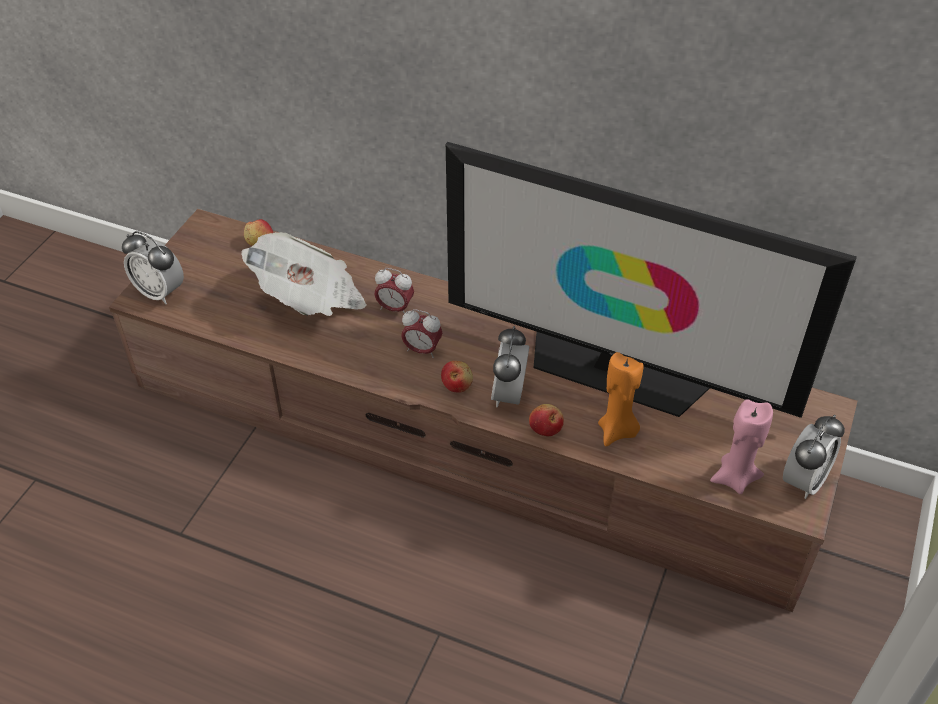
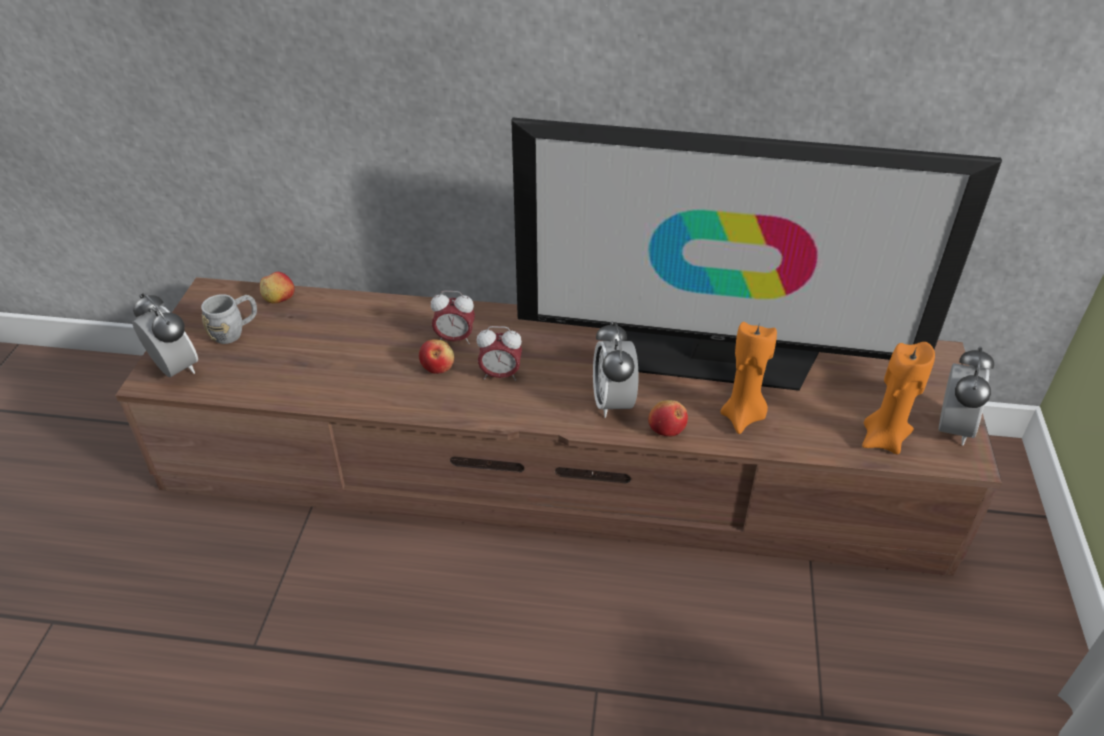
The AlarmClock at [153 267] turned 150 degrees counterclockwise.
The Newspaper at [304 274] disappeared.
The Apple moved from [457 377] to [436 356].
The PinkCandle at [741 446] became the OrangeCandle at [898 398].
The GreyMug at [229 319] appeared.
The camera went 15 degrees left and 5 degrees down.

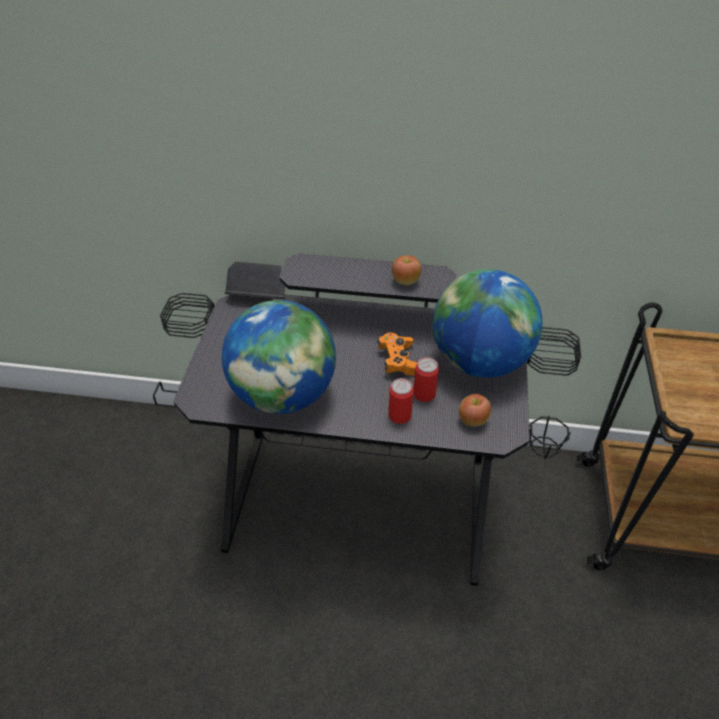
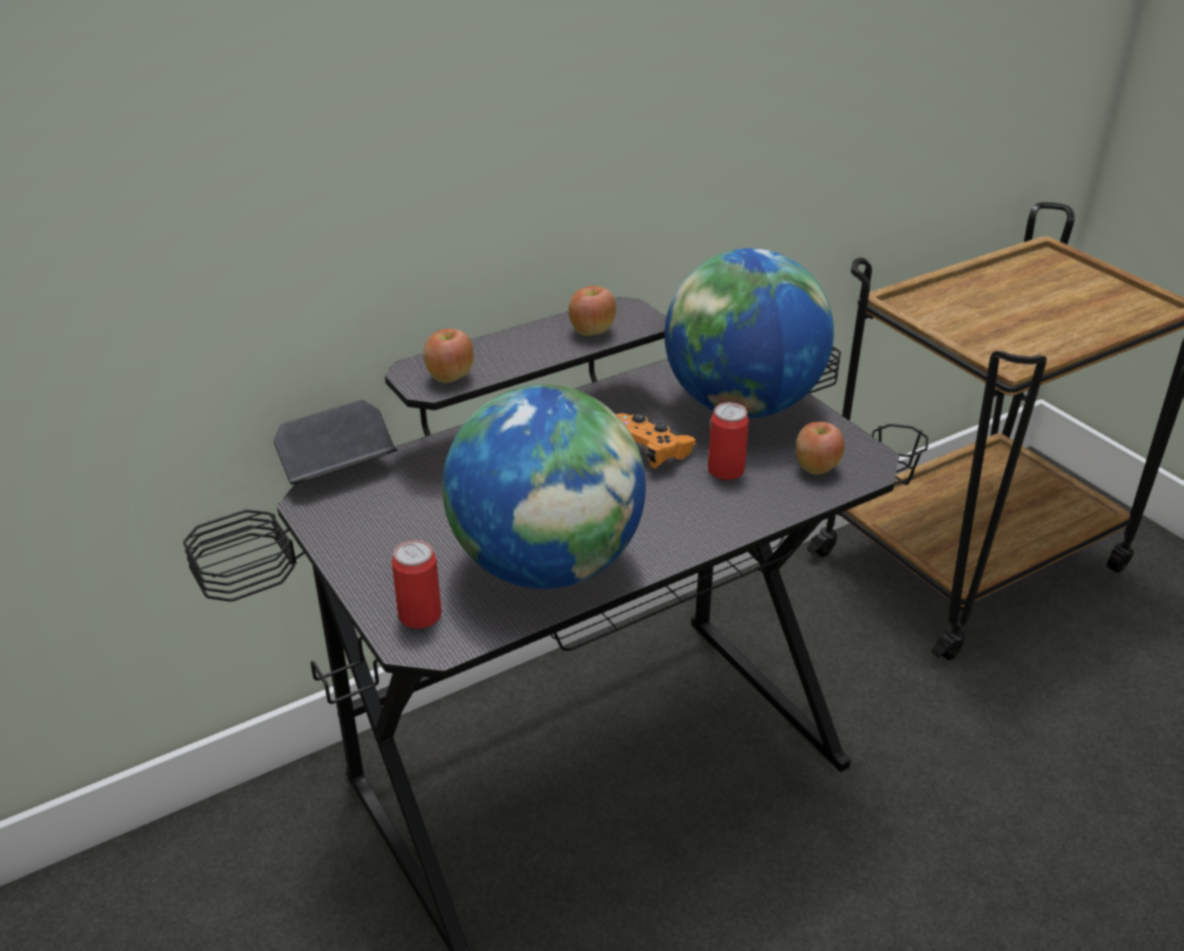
The Can moved from [401 401] to [417 584].
The Apple at [449 356] appeared.
The camera went 40 degrees left and 10 degrees down.

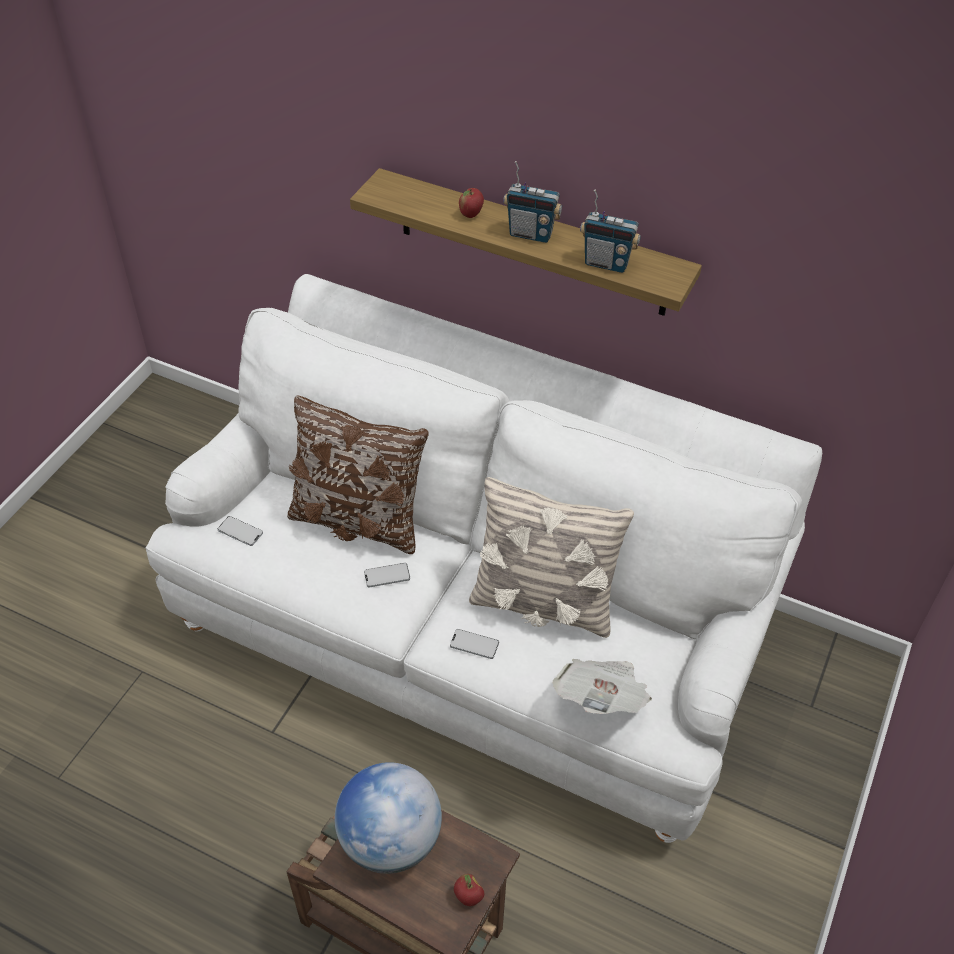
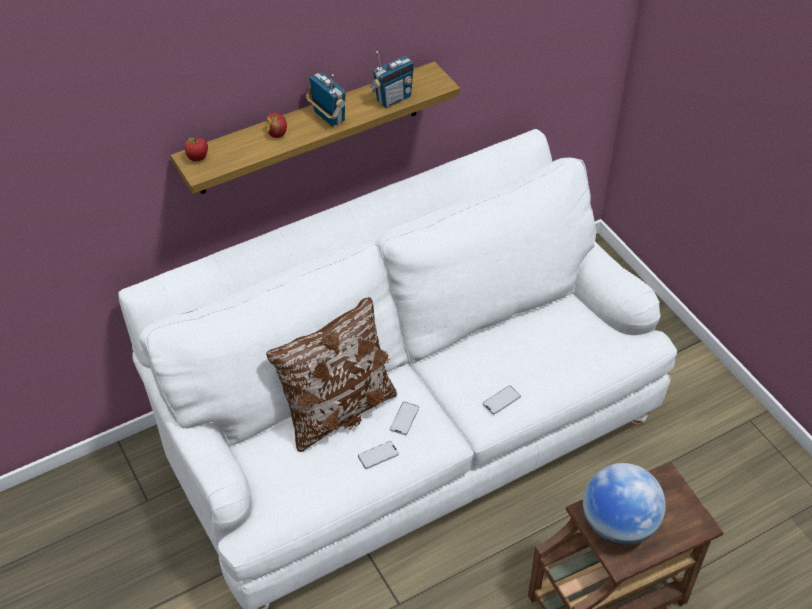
The Radio at [532 202] turned 90 degrees counterclockwise.
The BeigePillow at [551 557] disappeared.
The Phone moved from [240 531] to [378 455].
The Newspaper at [602 686] disappeared.
The Apple moved from [469 890] to [196 149].
The camera went 55 degrees left and 0 degrees up.

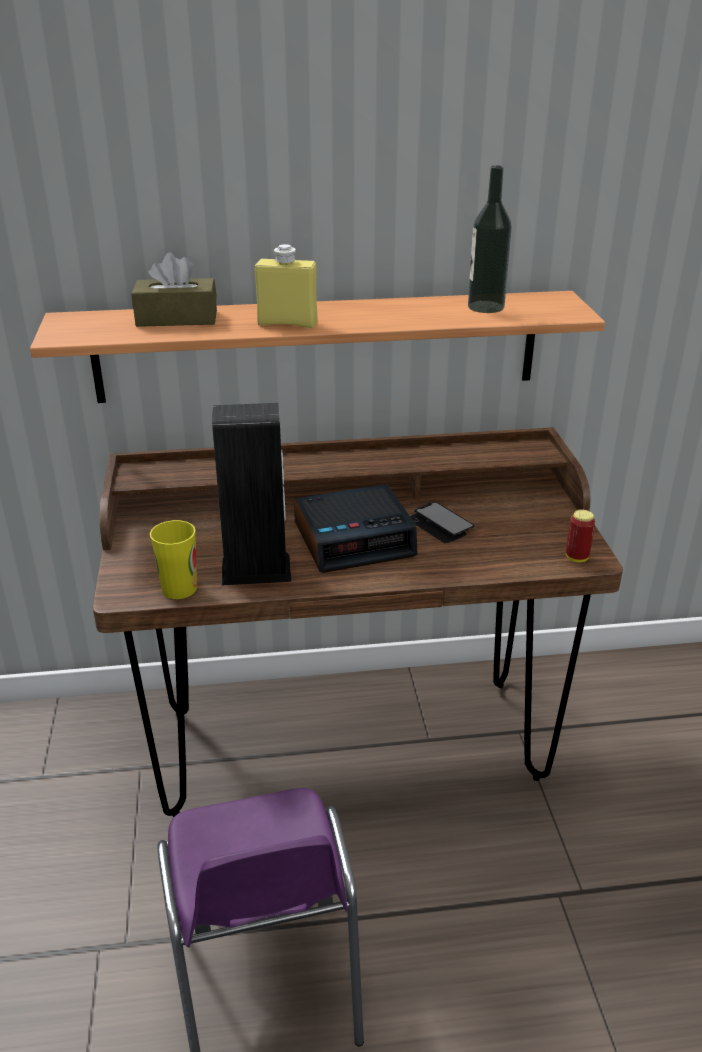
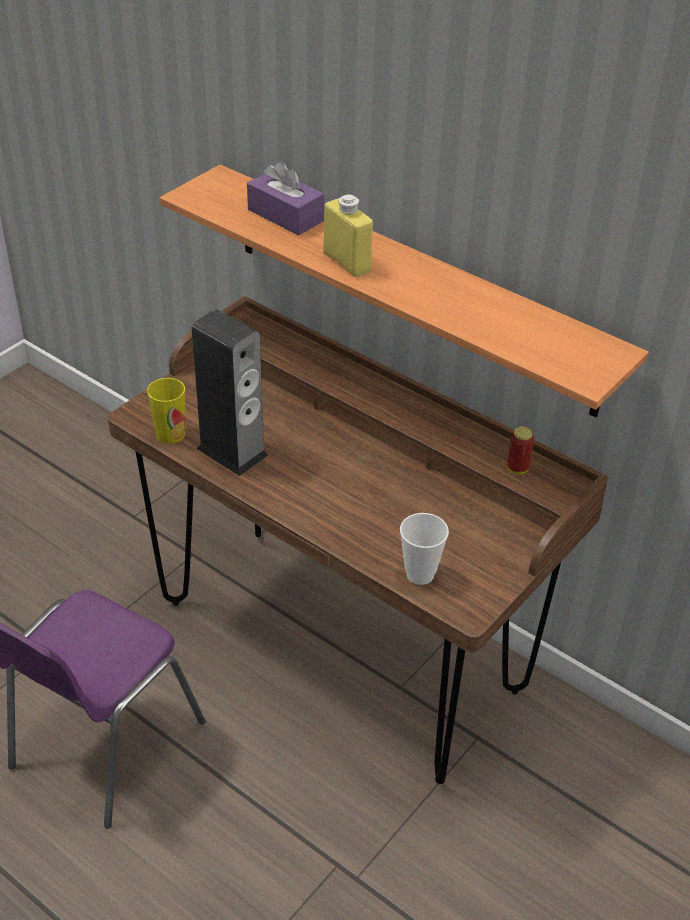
The Bottle at [490 239] disappeared.
The BrownTissueBox at [174 290] became the PurpleTissueBox at [286 198].
The AlarmClock at [356 528] disappeared.
The Phone at [442 522] disappeared.
The Can moved from [580 536] to [520 450].
The Cup at [424 549] appeared.
The camera went 45 degrees right and 10 degrees up.

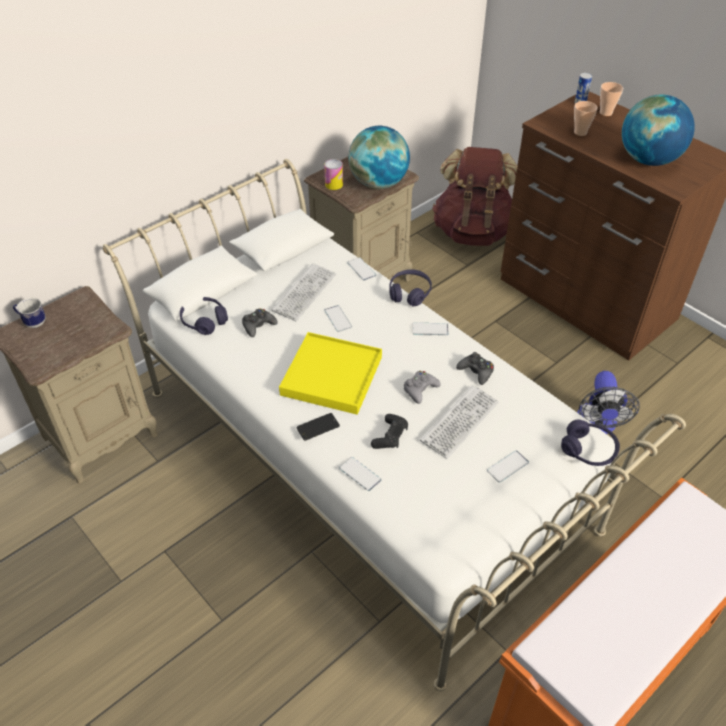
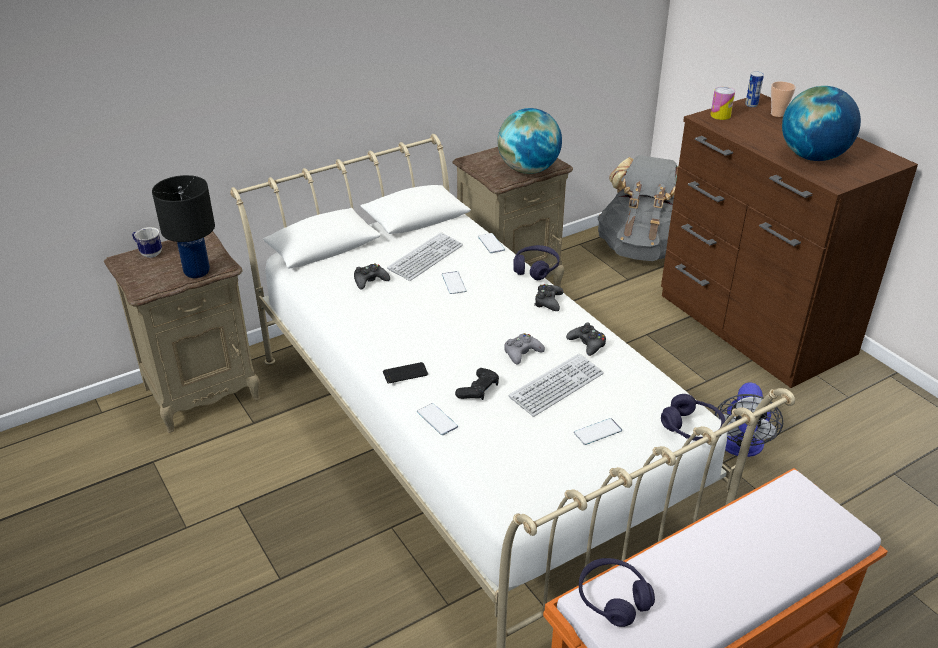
The Cup at [586 118] disappeared.
The BrownBackpack at [474 196] became the GreyBackpack at [638 208].
The Can moved from [333 174] to [723 103].
The PurpleHeadphones moved from [204 316] to [617 592].
The Phone at [430 329] was replaced by the BlackGameController at [549 297].
The YellowTray at [330 373] disappeared.
The BlackTableLamp at [183 226] appeared.
The camera went 10 degrees right and 10 degrees down.

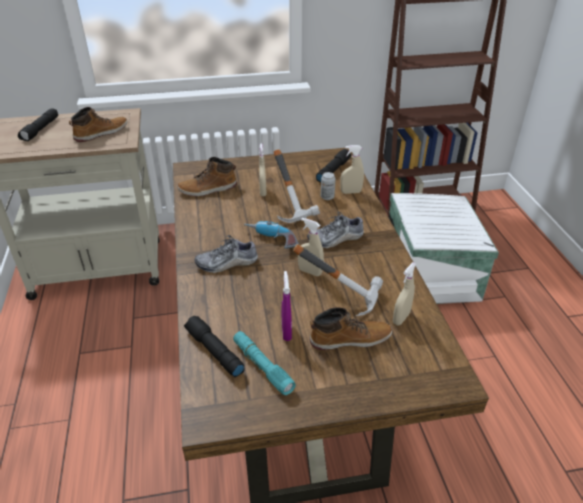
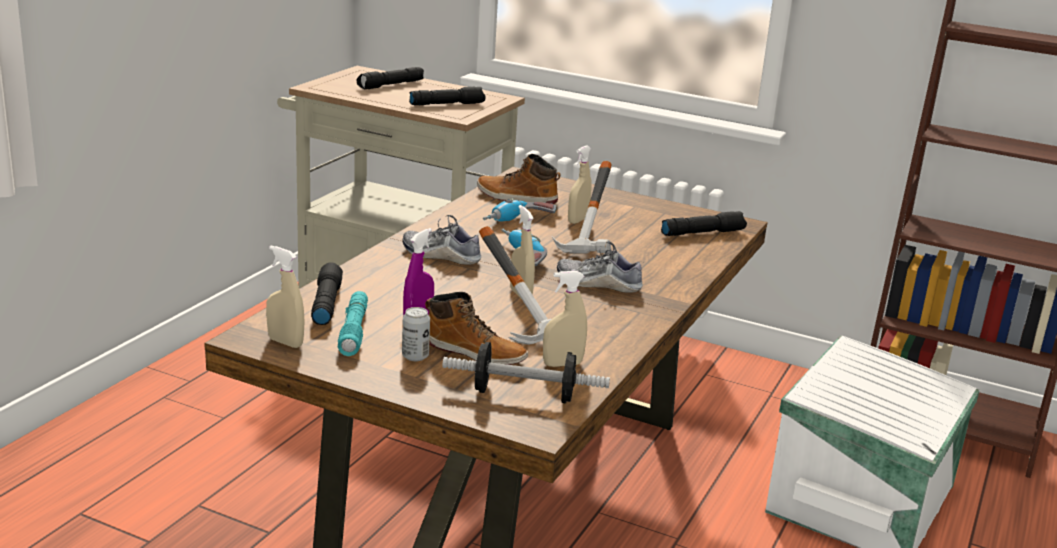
The Boot at [98 124] was replaced by the BlackFlashlight at [447 96].
The BeigeSprayBottle moved from [352 169] to [285 296].
The Can moved from [328 186] to [416 334].
The PowerDrill at [519 210] appeared.
The Dumbbell at [526 373] appeared.
The camera went 35 degrees right and 15 degrees down.

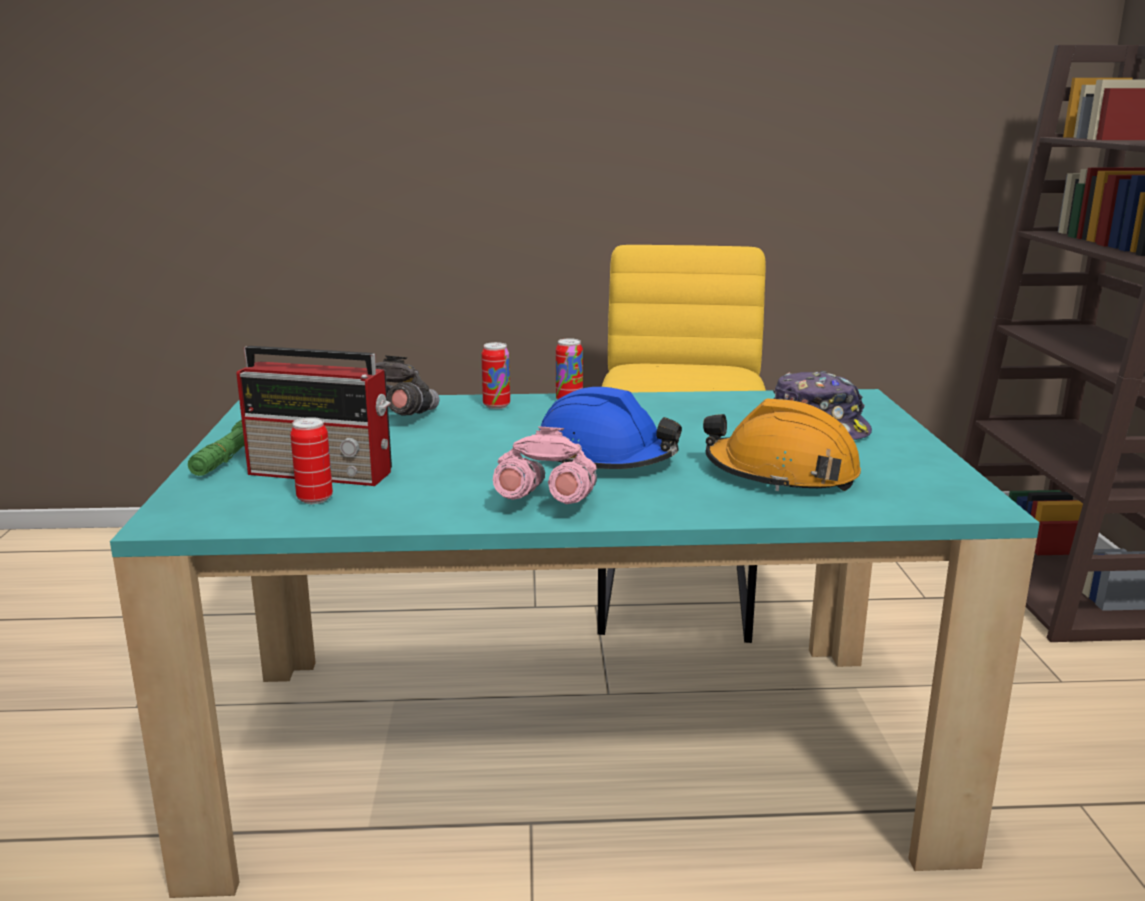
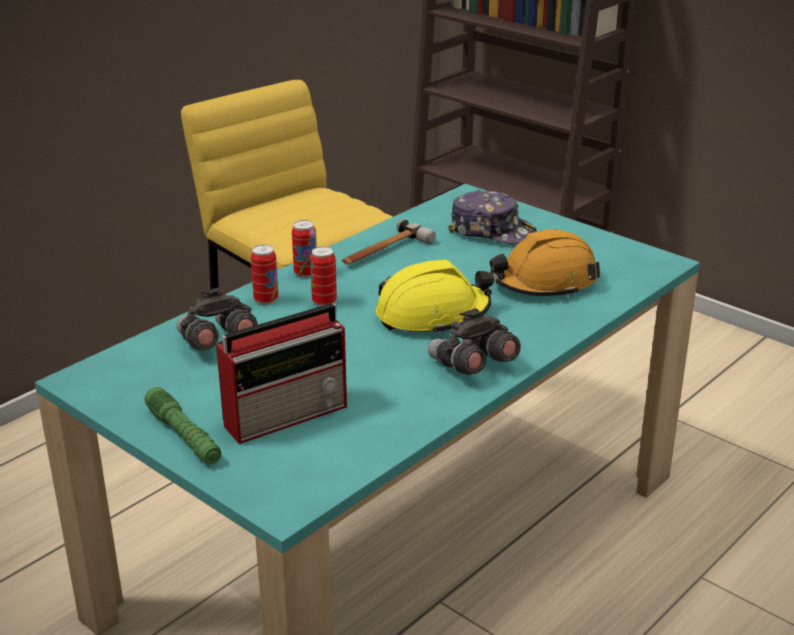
The BlueHardHat at [611 428] became the YellowHardHat at [435 297].
The Can moved from [311 460] to [323 276].
The PinkBinoculars at [545 465] became the GreyBinoculars at [474 341].
The Hammer at [389 242] appeared.
The camera went 45 degrees left and 10 degrees up.

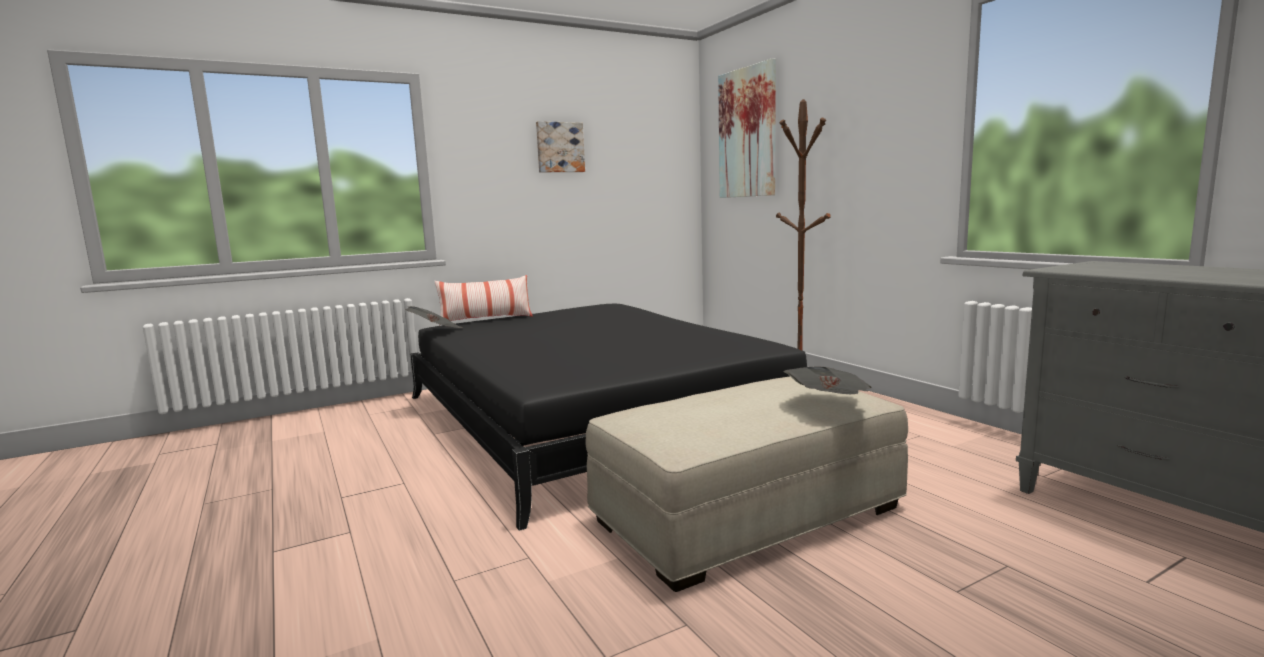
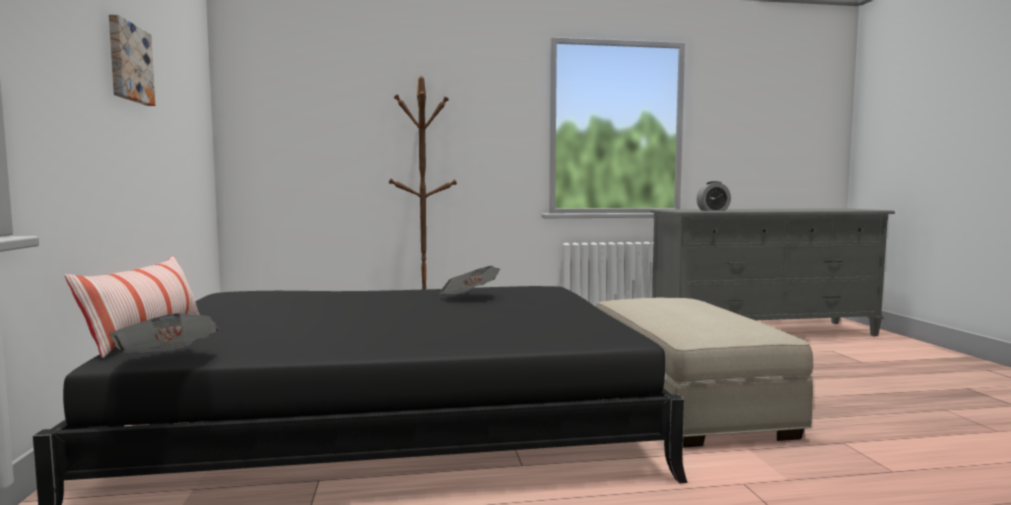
The Picture at [747 128] disappeared.
The Newspaper moved from [827 380] to [469 280].
The AlarmClock at [713 196] appeared.
The camera went 70 degrees left and 5 degrees down.

